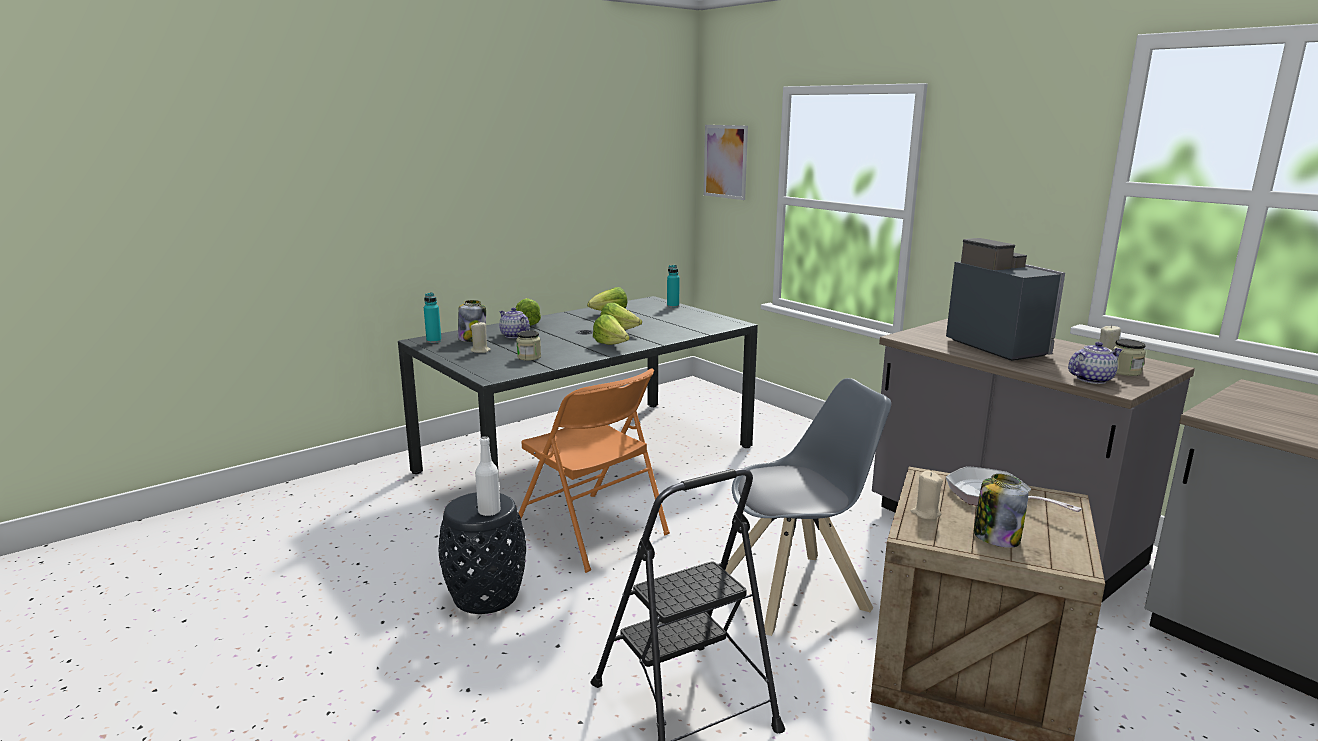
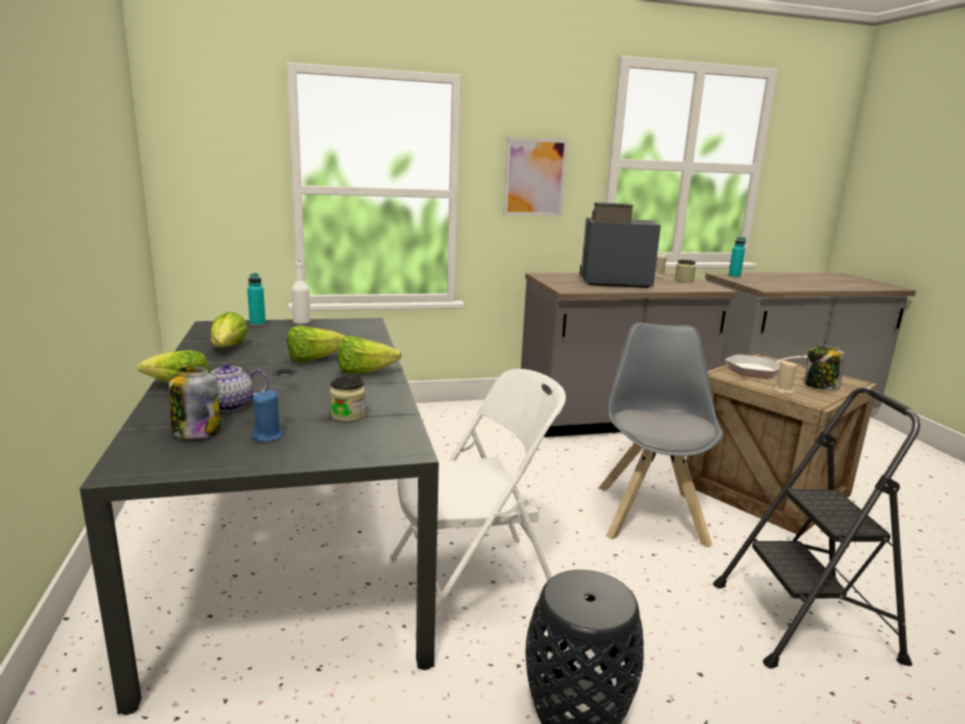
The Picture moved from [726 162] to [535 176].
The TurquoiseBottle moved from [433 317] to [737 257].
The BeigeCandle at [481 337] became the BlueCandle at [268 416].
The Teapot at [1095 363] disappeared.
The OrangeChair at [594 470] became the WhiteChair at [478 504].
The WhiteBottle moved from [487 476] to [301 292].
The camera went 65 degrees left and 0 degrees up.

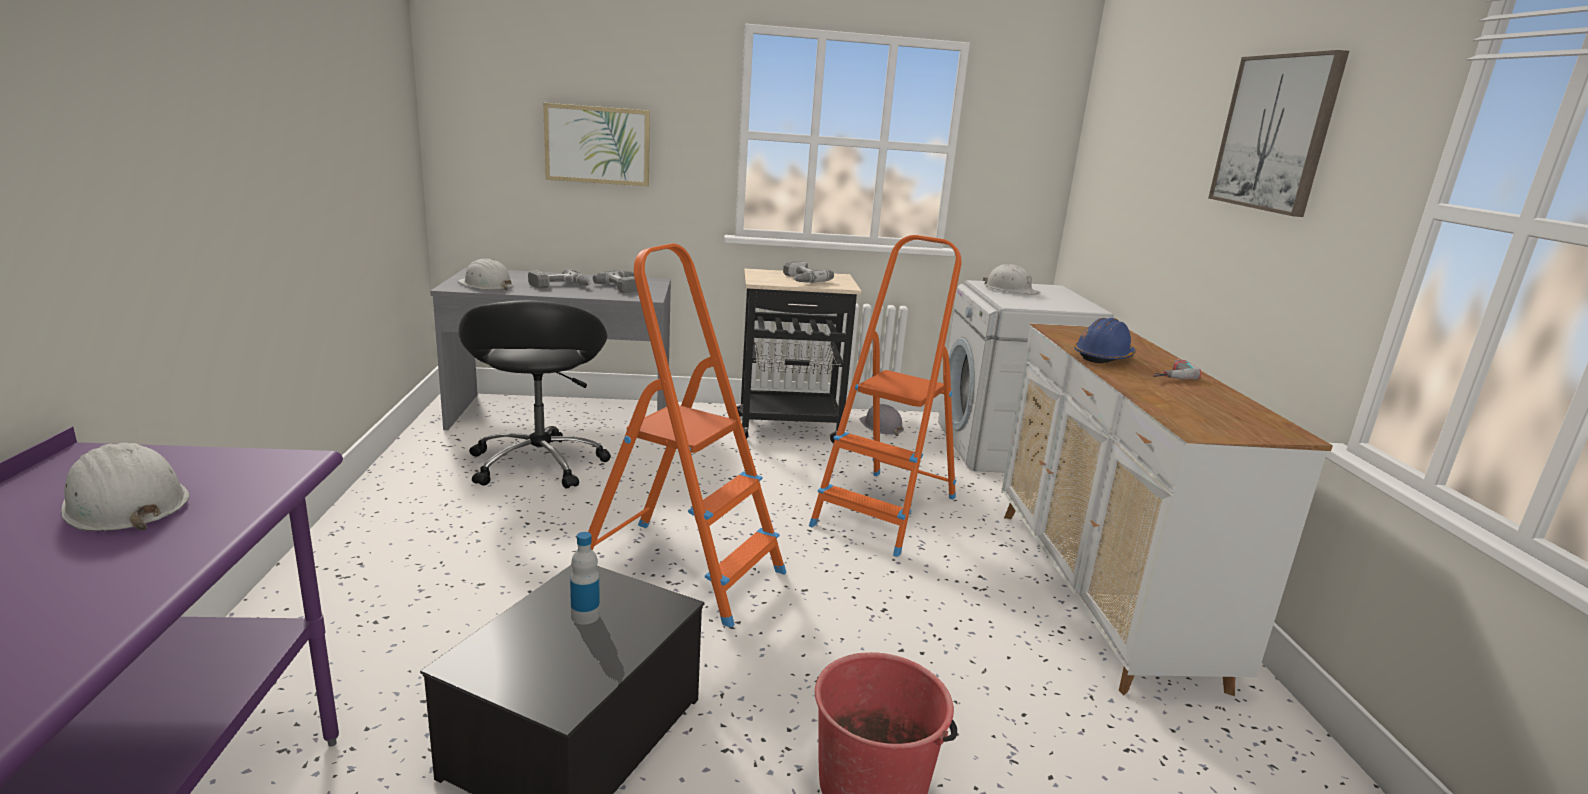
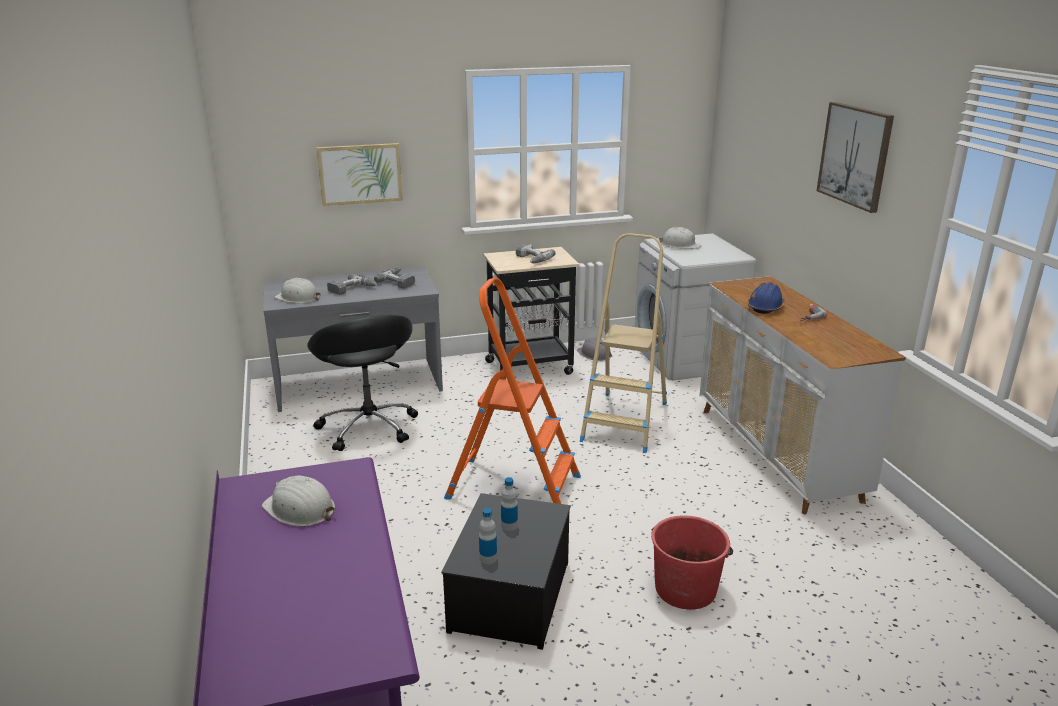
The OrangeStepLadder at [885 396] became the BeigeStepLadder at [623 343].
The Bottle at [488 536] appeared.
The camera went 10 degrees left and 5 degrees up.

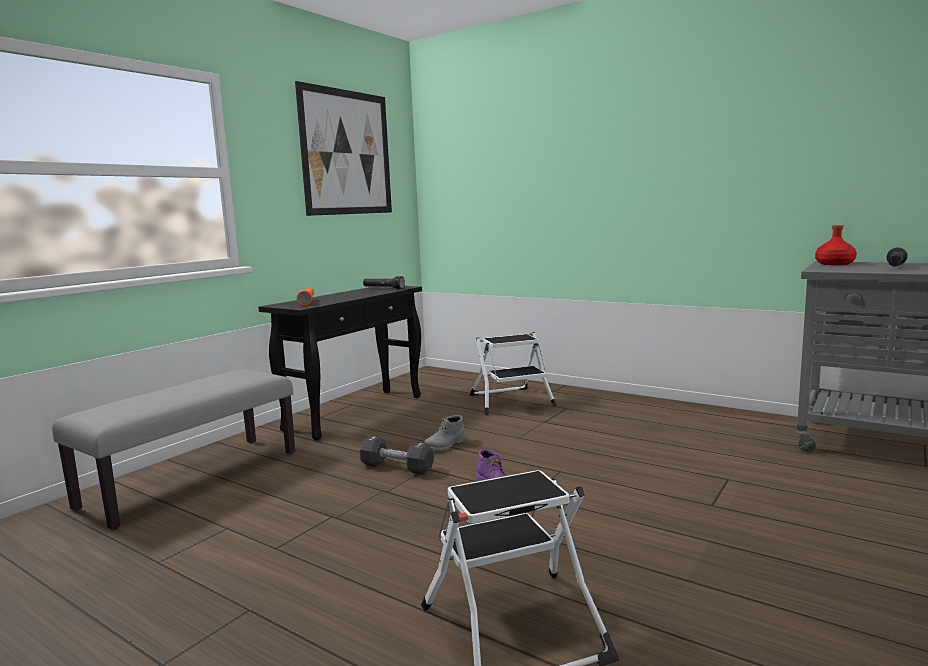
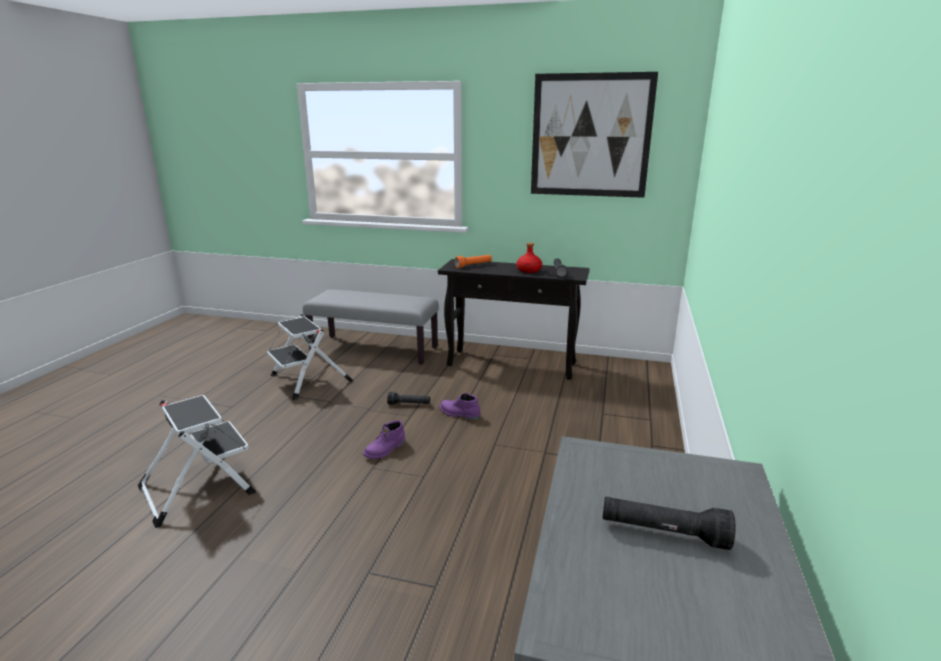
The RedBottle moved from [836 245] to [529 258].
The StepLadder moved from [513 373] to [310 357].
The GreyBoot at [444 433] became the PurpleBoot at [460 406].
The BlackDumbbell at [396 455] was replaced by the BlackFlashlight at [408 398].
The camera went 70 degrees right and 10 degrees up.

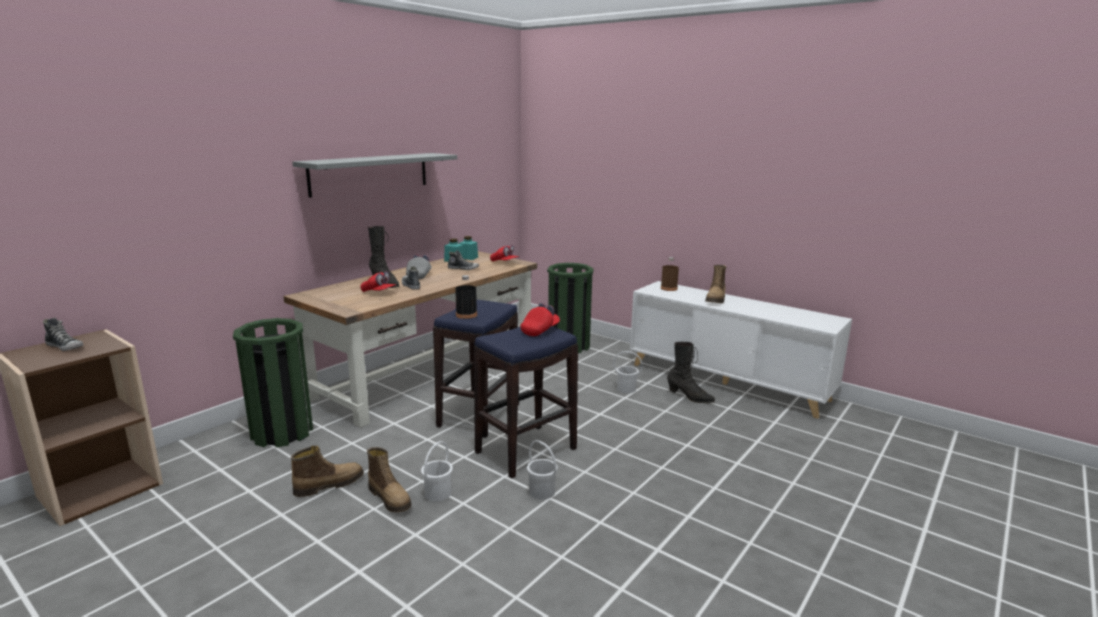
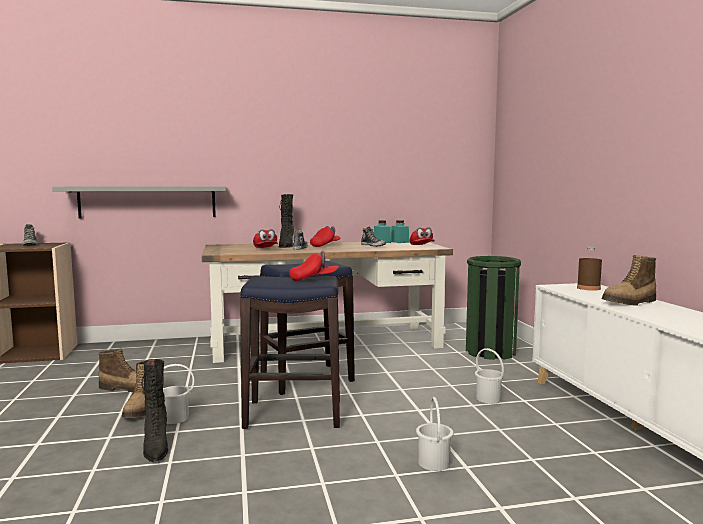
The GreyShelf moved from [374 175] to [139 202].
The GreyCap at [419 267] became the RedCap at [325 236].
The BlackBottle at [466 297] disappeared.
The GreenTrashCan at [273 382] disappeared.
The BlackBoot moved from [691 372] to [155 410].
The WhiteBucket moved from [542 470] to [434 434].
The camera went 40 degrees right and 10 degrees down.

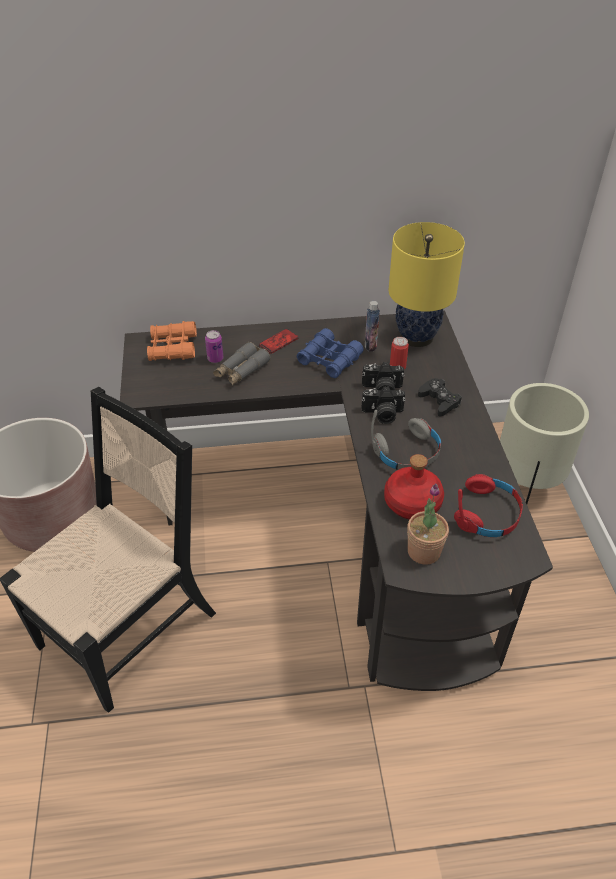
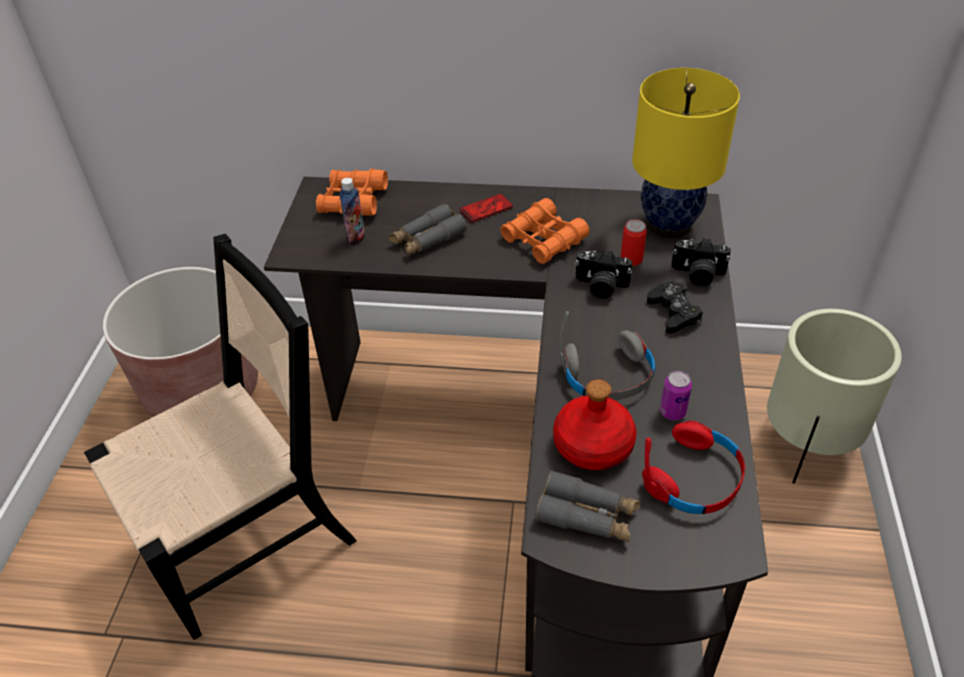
The Bottle moved from [372 326] to [352 211].
The BlueBinoculars at [330 353] became the OrangeBinoculars at [544 231].
The Can moved from [214 346] to [676 395].
The PhotoCamera moved from [383 405] to [701 262].
The PottedPlant at [428 524] was replaced by the GreyBinoculars at [588 506].
The camera went 15 degrees right and 0 degrees up.

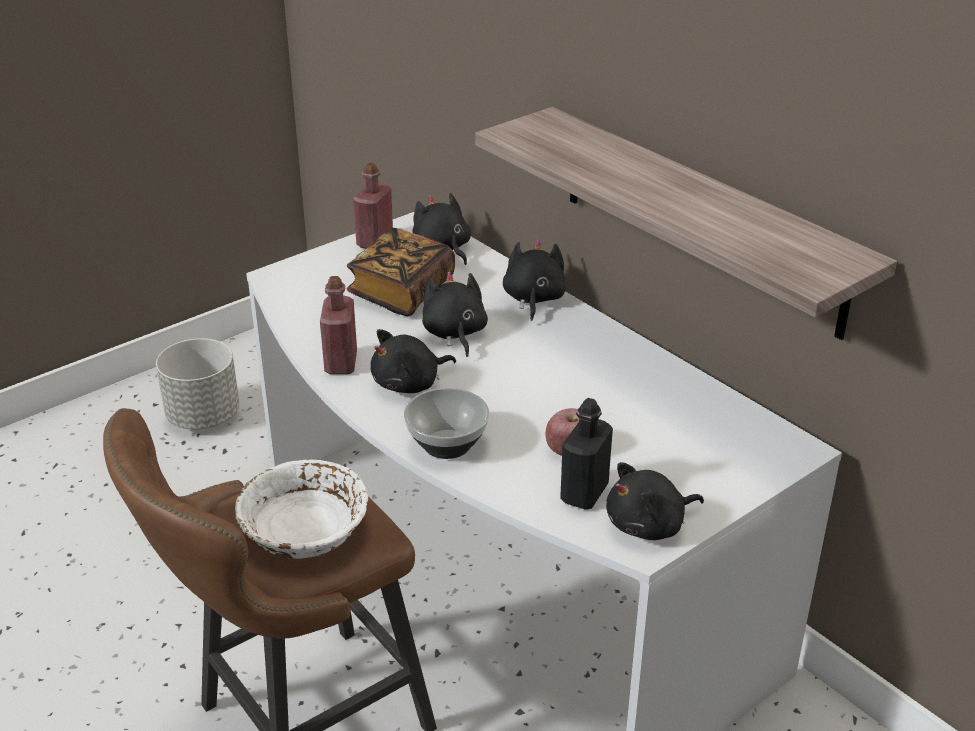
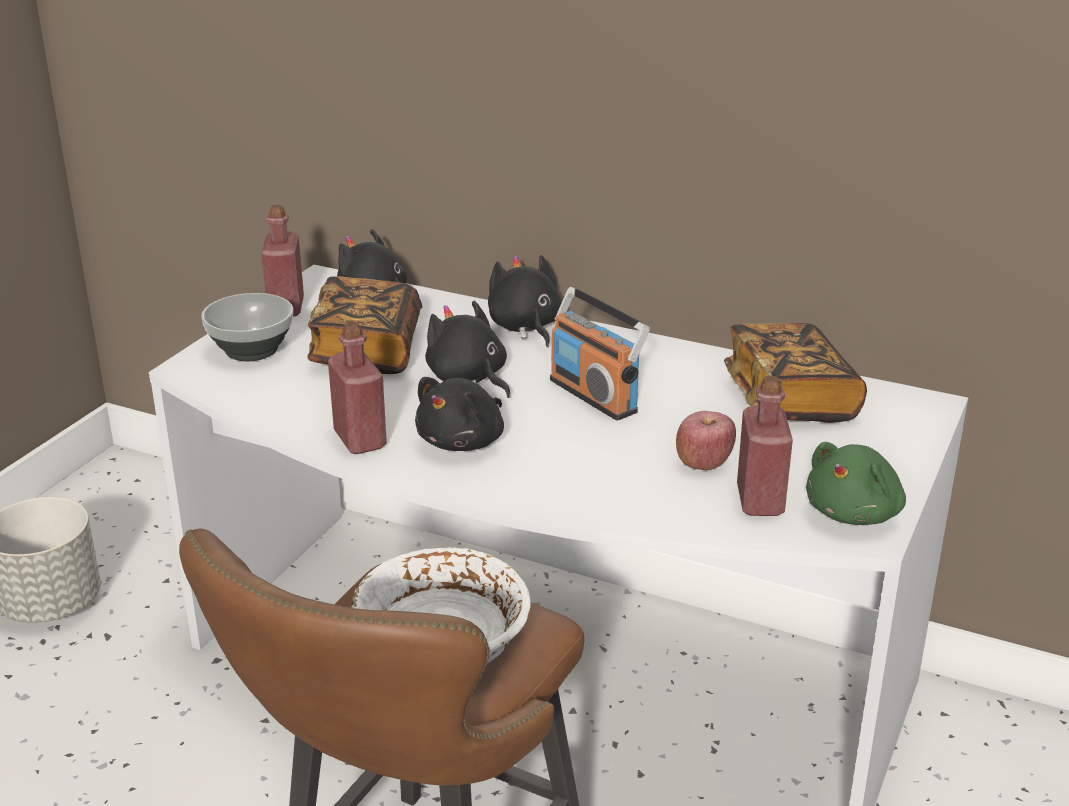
The Shelf at [686 223] disappeared.
The Bowl moved from [446 423] to [247 327].
The BlackBottle at [586 454] became the RedBottle at [765 446].
The BlackPlushToy at [655 501] became the GreenPlushToy at [856 483].
The Radio at [600 353] appeared.
The Book at [795 373] appeared.
The camera went 25 degrees left and 5 degrees down.

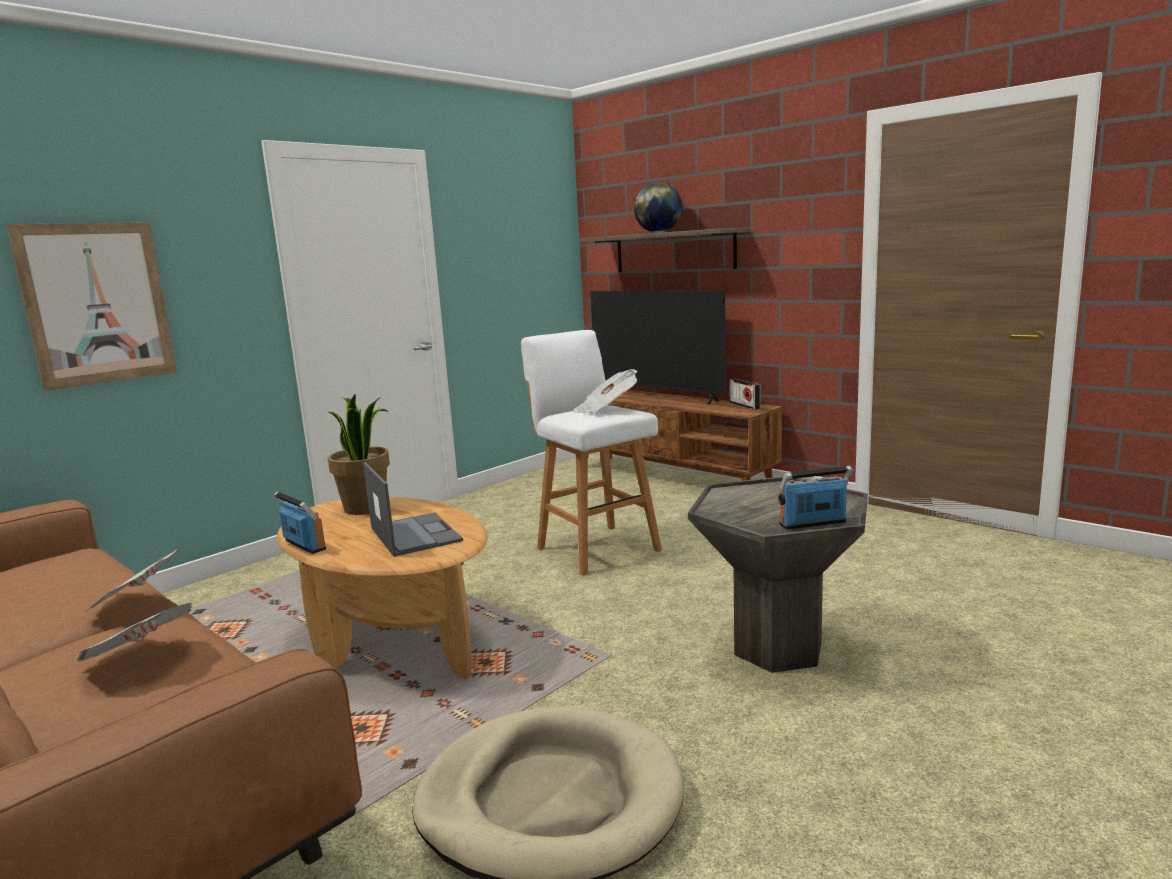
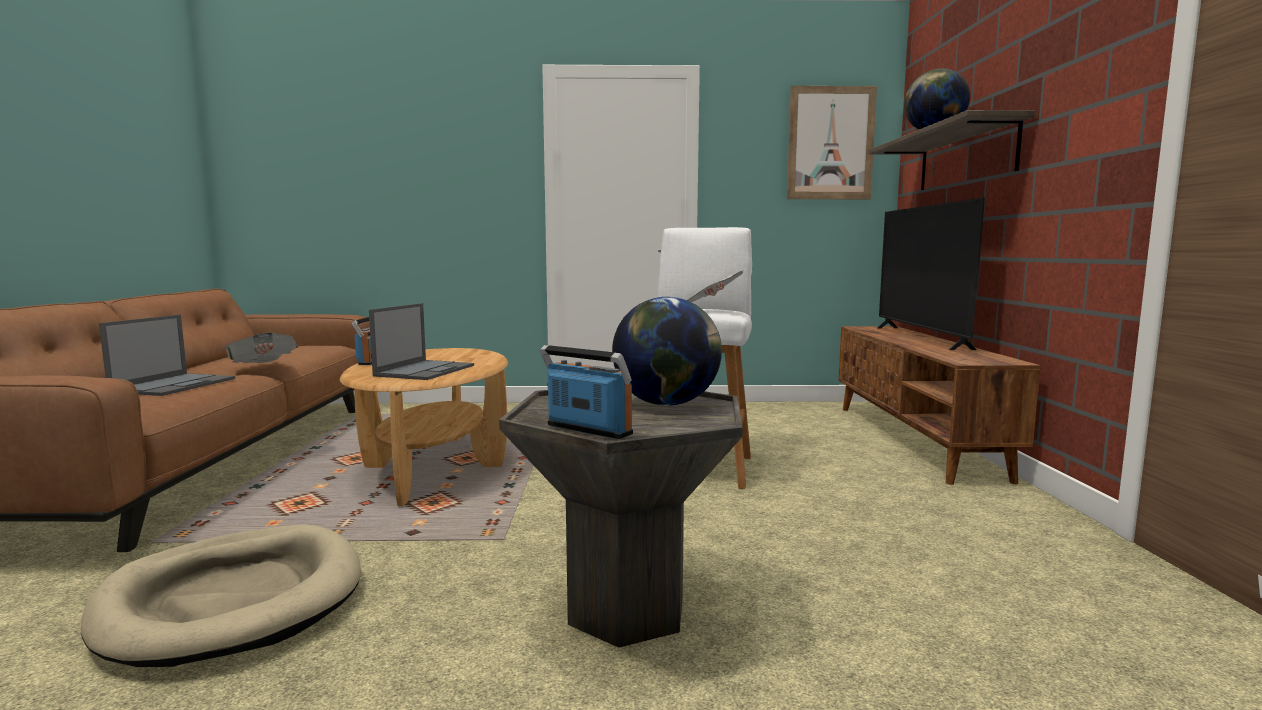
The Picture moved from [91 306] to [832 142].
The Radio at [745 394] disappeared.
The PottedPlant at [359 454] disappeared.
The Newspaper at [134 632] was replaced by the Laptop at [167 355].
The Globe at [667 351] appeared.
The camera went 45 degrees right and 5 degrees down.

